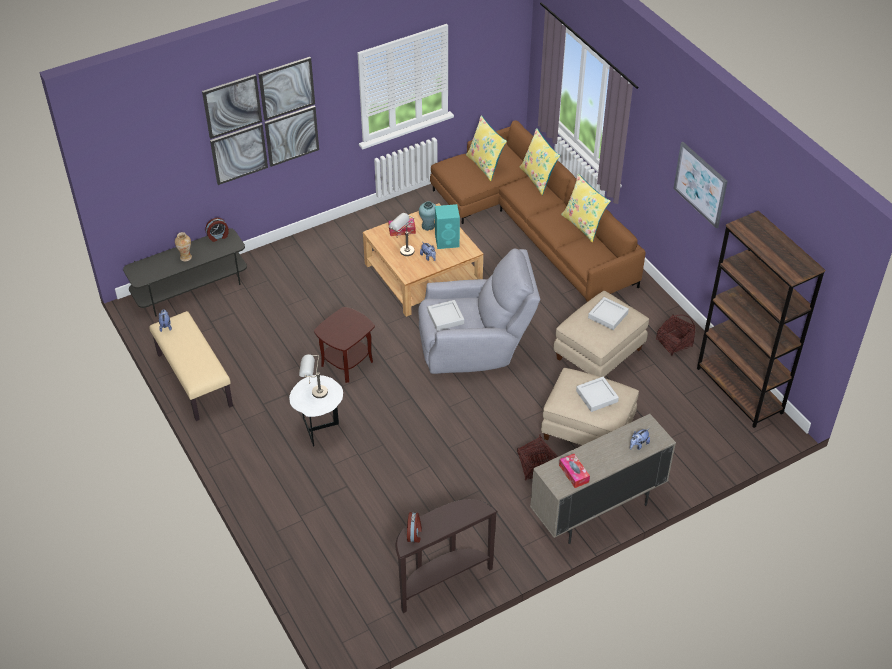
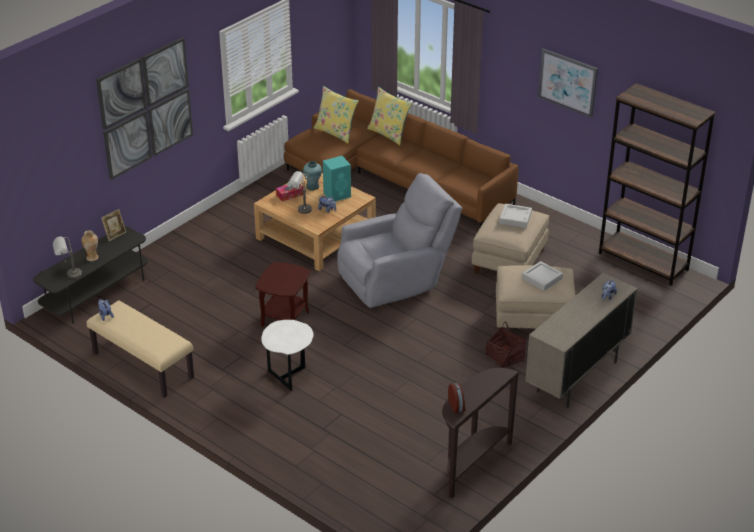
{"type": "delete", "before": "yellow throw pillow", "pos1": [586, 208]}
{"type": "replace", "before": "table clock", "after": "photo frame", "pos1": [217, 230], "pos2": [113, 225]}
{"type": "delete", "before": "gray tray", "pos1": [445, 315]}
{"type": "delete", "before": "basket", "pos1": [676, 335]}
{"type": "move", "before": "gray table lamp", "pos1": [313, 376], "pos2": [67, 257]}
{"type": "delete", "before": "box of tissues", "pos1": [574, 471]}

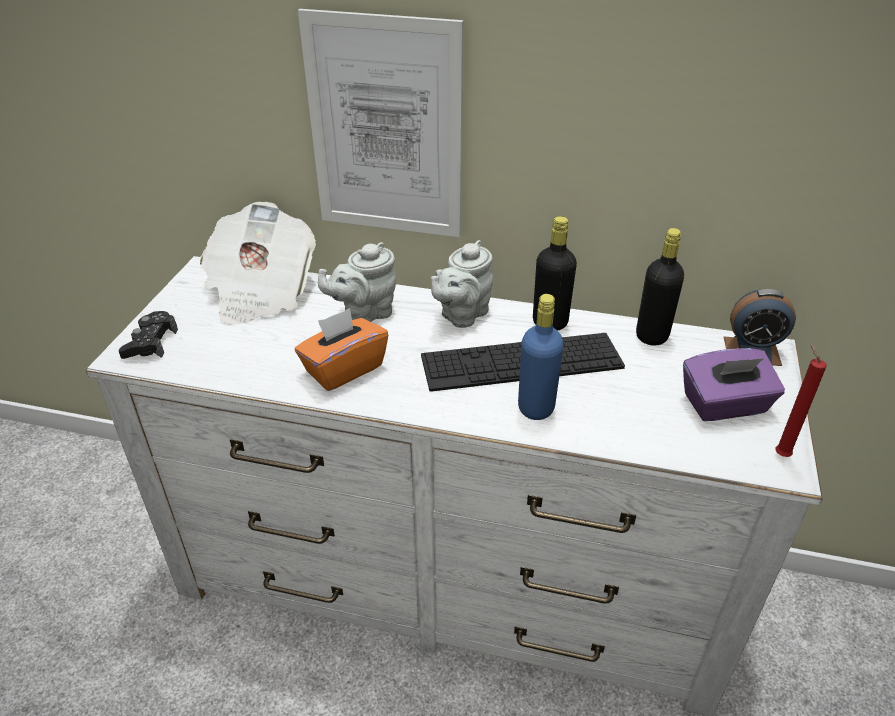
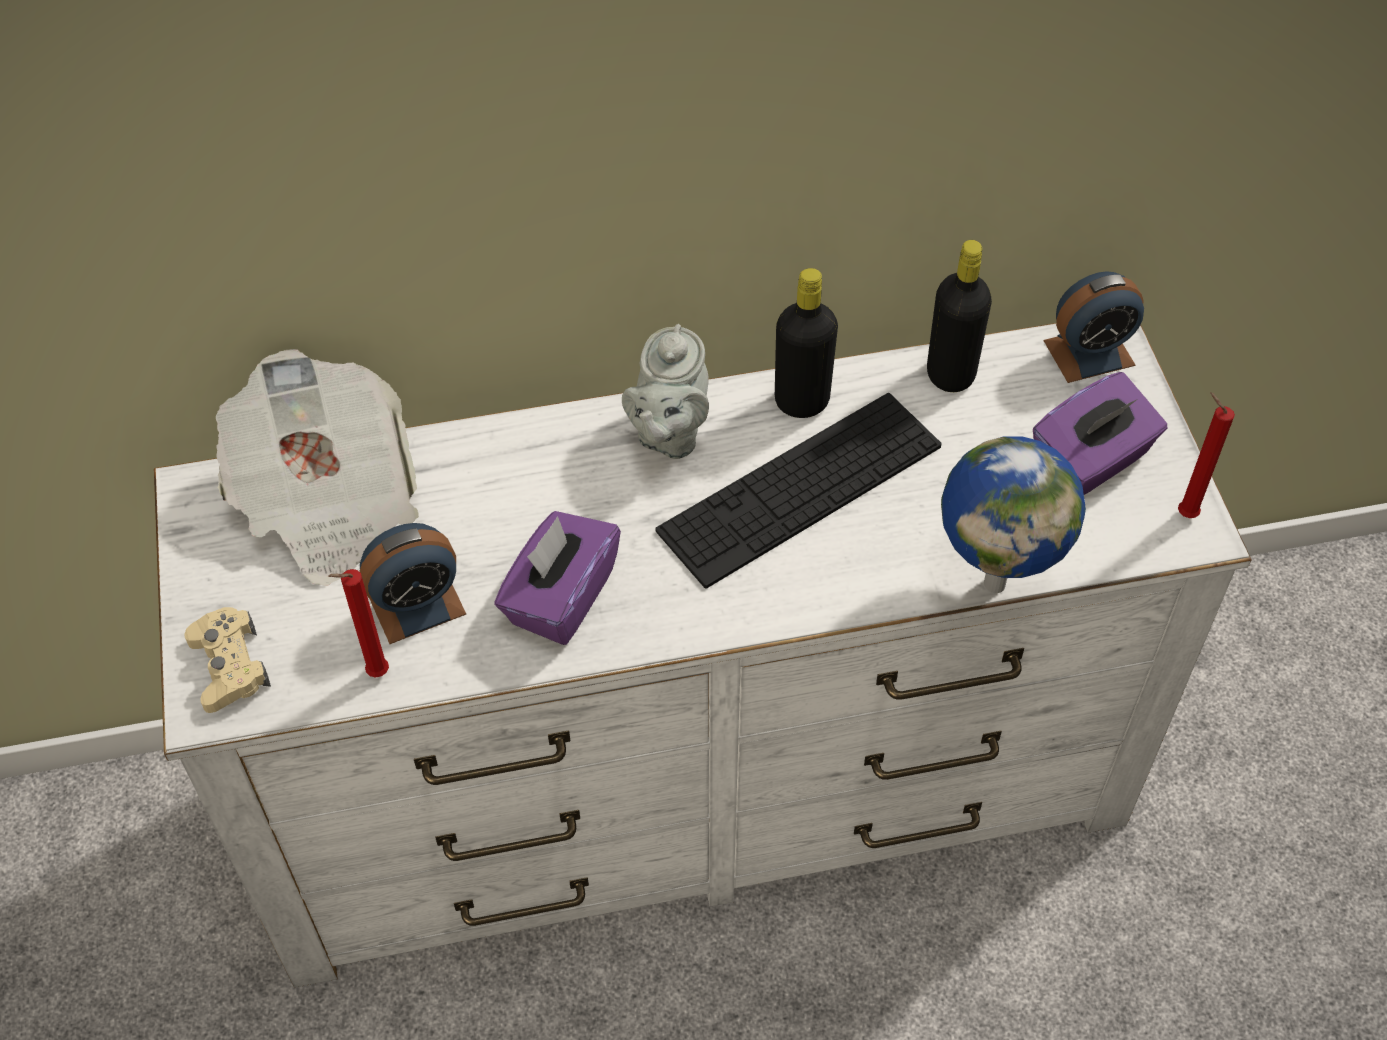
{"type": "delete", "before": "picture", "pos1": [380, 123]}
{"type": "delete", "before": "gray tea pot", "pos1": [357, 282]}
{"type": "delete", "before": "blue drink bottle", "pos1": [541, 357]}
{"type": "recolor", "before": "orangey box of tissues", "after": "purple box of tissues", "pos1": [341, 349], "pos2": [557, 578]}
{"type": "recolor", "before": "black joypad", "after": "sand-coloured joypad", "pos1": [148, 335], "pos2": [227, 660]}
{"type": "insert", "after": "globe", "pos2": [1013, 514]}
{"type": "insert", "after": "table clock", "pos2": [412, 583]}
{"type": "insert", "after": "reddish wax light", "pos2": [359, 623]}

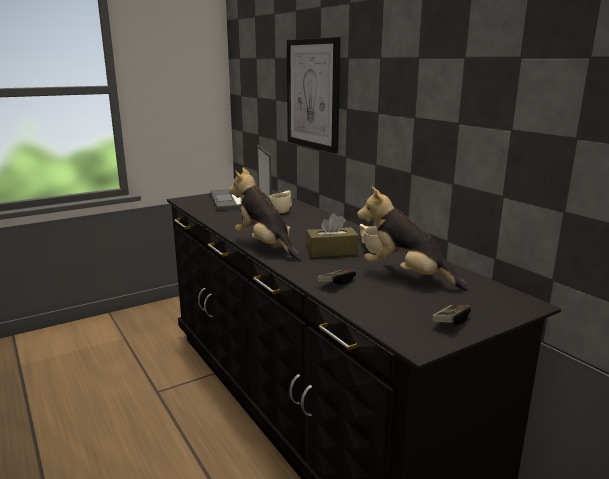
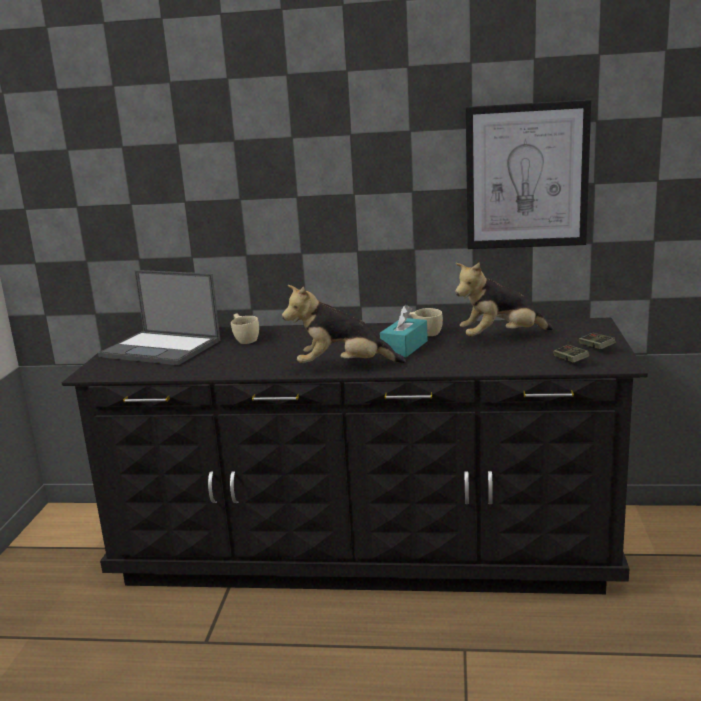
{"type": "move", "before": "picture", "pos1": [313, 95], "pos2": [528, 174]}
{"type": "recolor", "before": "brownish box of tissues", "after": "turquoise-coloured box of tissues", "pos1": [332, 235], "pos2": [404, 331]}
{"type": "move", "before": "joypad", "pos1": [336, 277], "pos2": [571, 354]}

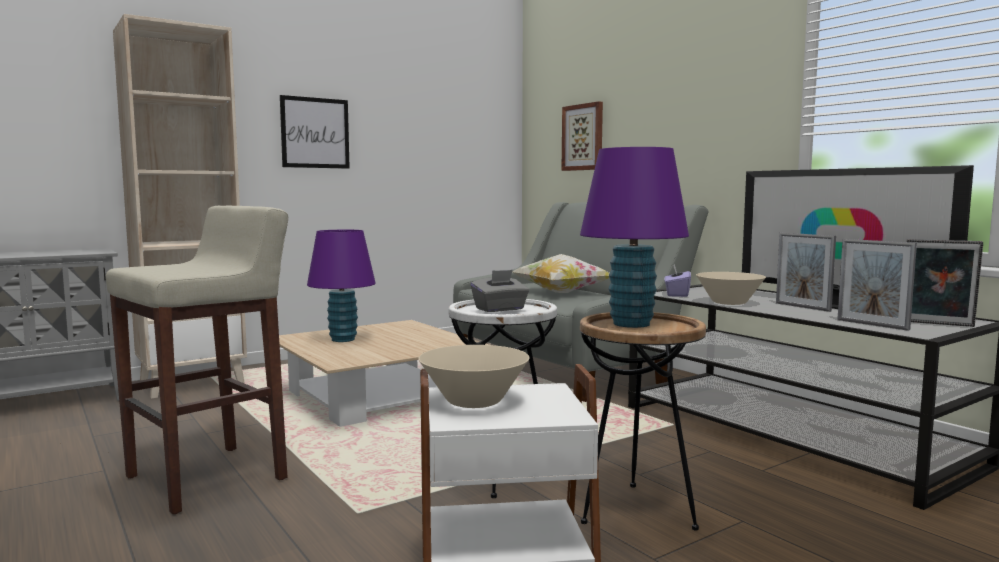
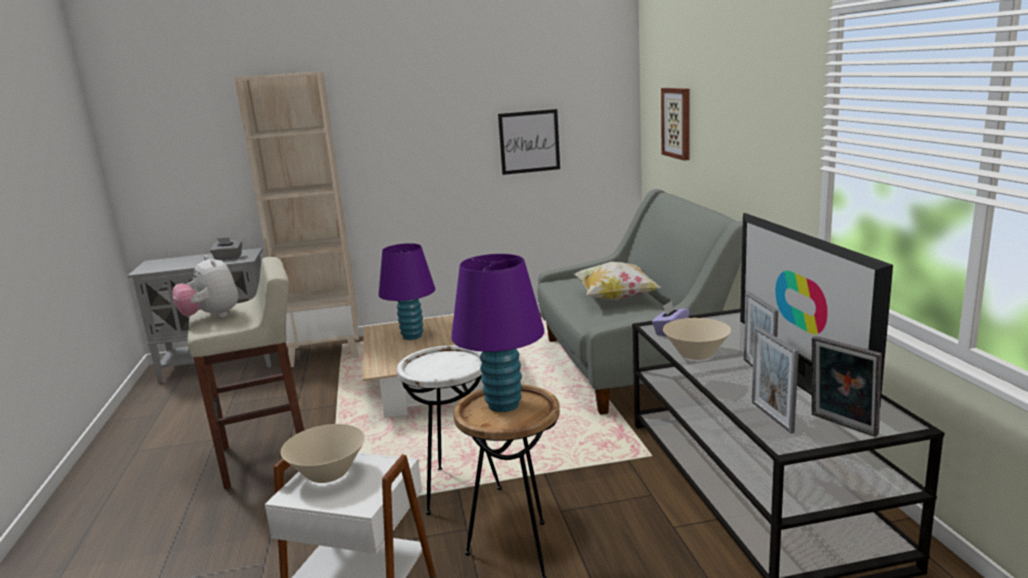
{"type": "move", "before": "picture", "pos1": [315, 132], "pos2": [529, 142]}
{"type": "move", "before": "gray box of tissues", "pos1": [500, 291], "pos2": [226, 248]}
{"type": "insert", "after": "soft toy", "pos2": [205, 287]}

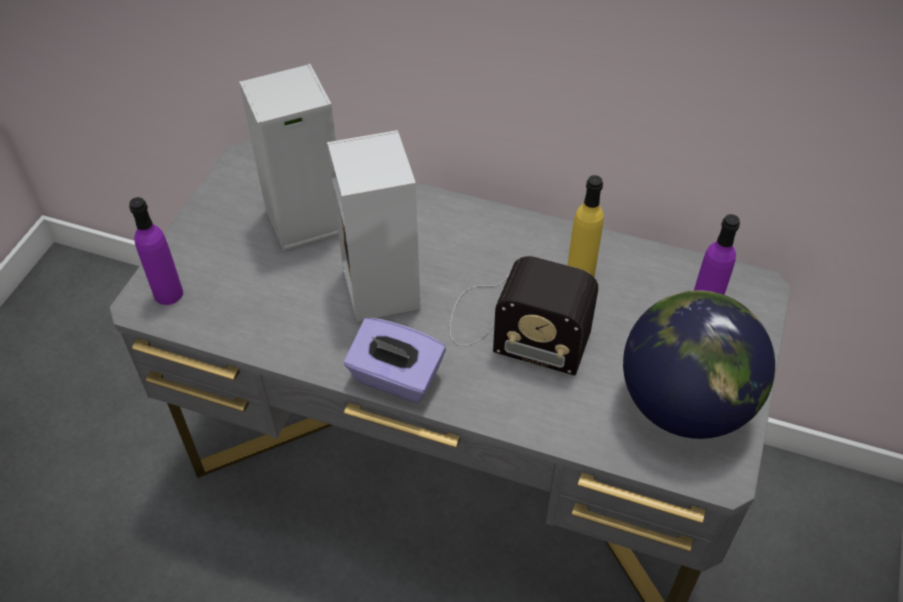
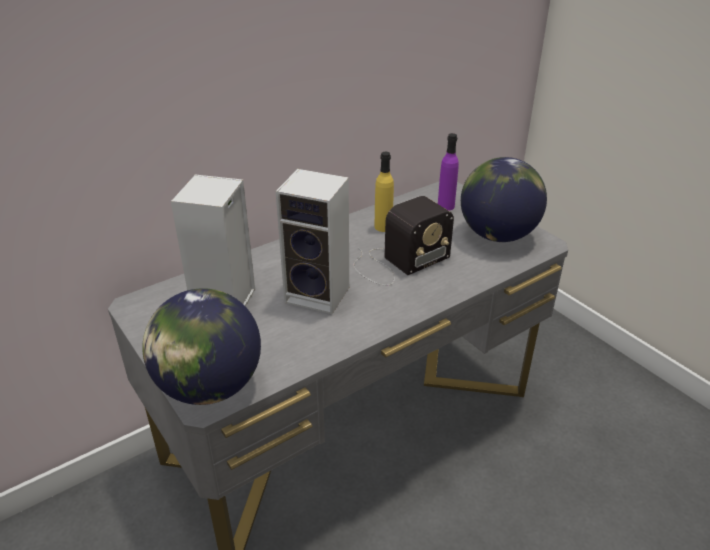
{"type": "replace", "before": "purple drink bottle", "after": "globe", "pos1": [156, 251], "pos2": [201, 346]}
{"type": "delete", "before": "purple box of tissues", "pos1": [395, 360]}

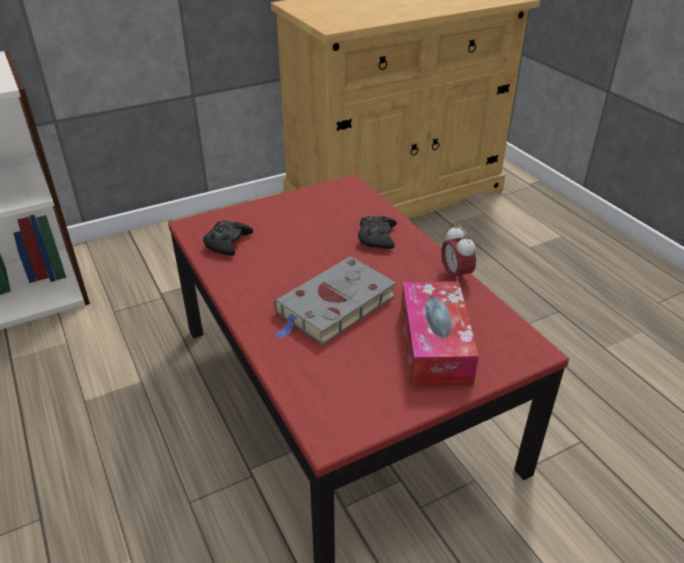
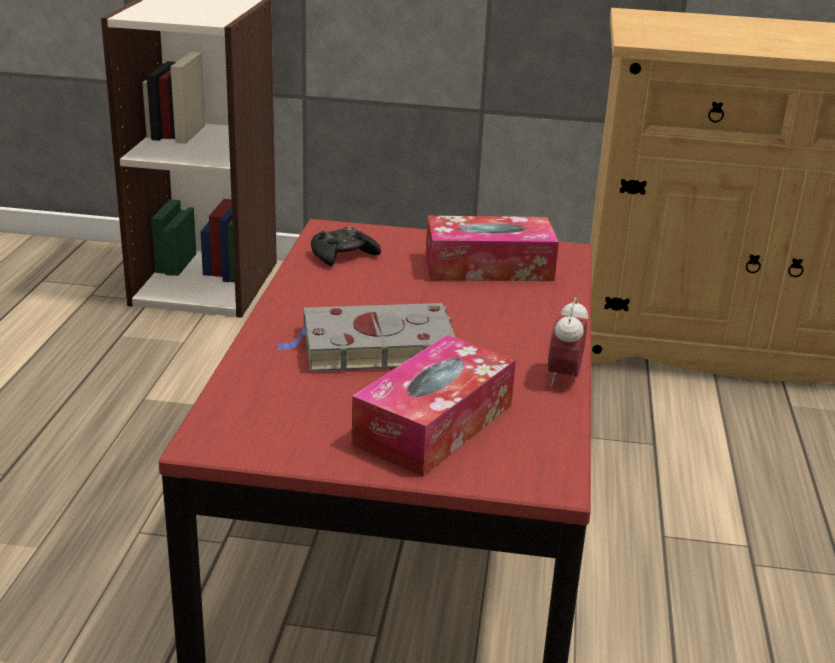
{"type": "delete", "before": "black joypad", "pos1": [377, 232]}
{"type": "insert", "after": "box of tissues", "pos2": [492, 248]}

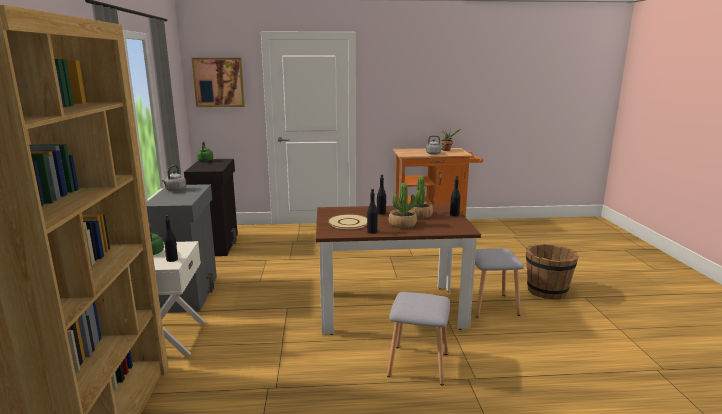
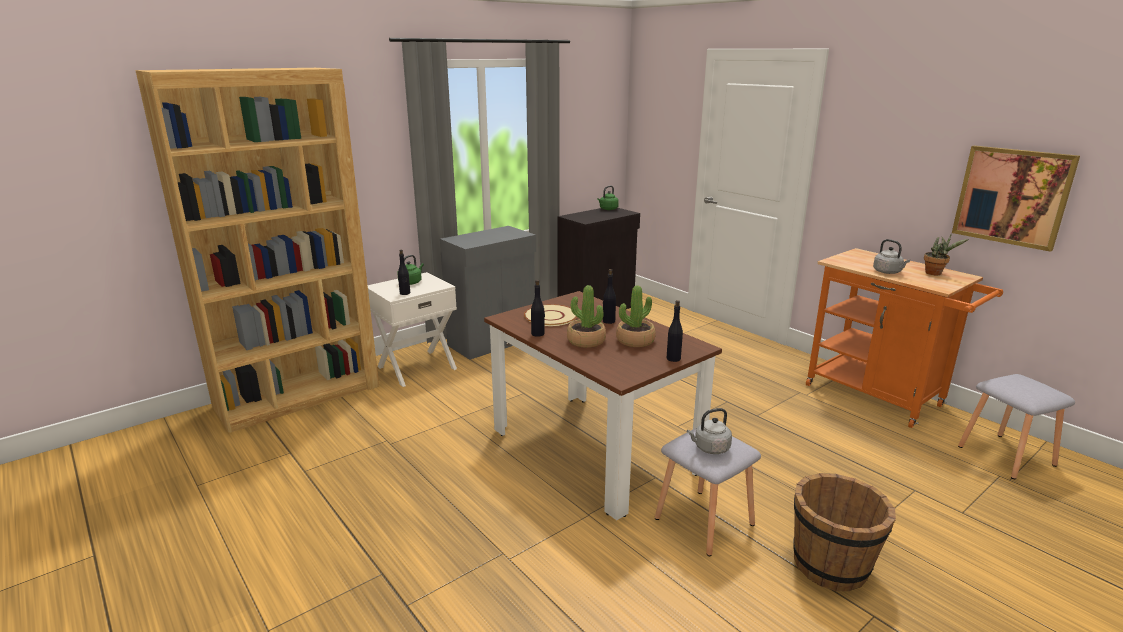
{"type": "move", "before": "picture", "pos1": [218, 82], "pos2": [1016, 199]}
{"type": "move", "before": "gray tea kettle", "pos1": [174, 178], "pos2": [709, 431]}
{"type": "move", "before": "gray stool seat", "pos1": [418, 339], "pos2": [1016, 426]}

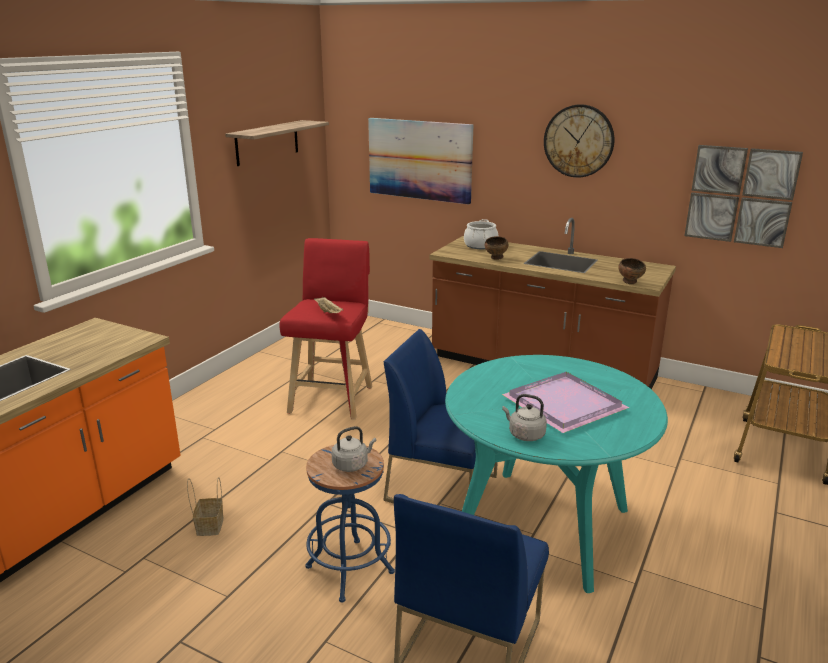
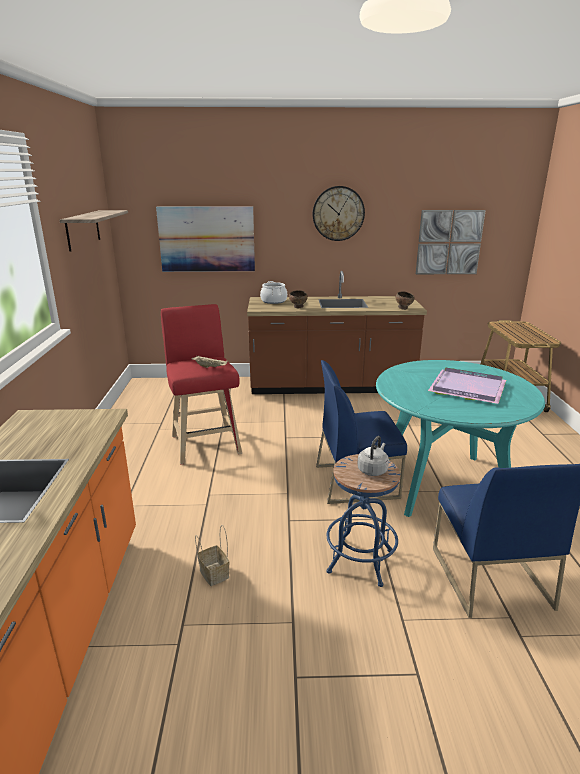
{"type": "delete", "before": "gray tea kettle", "pos1": [524, 417]}

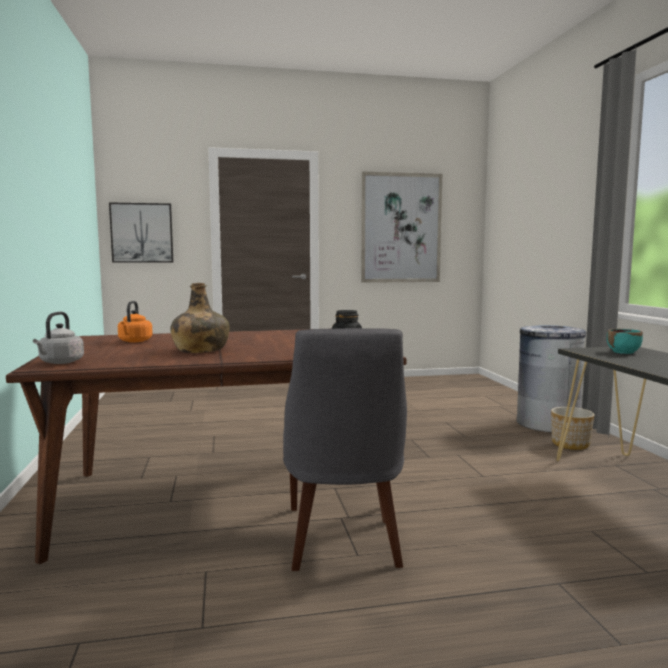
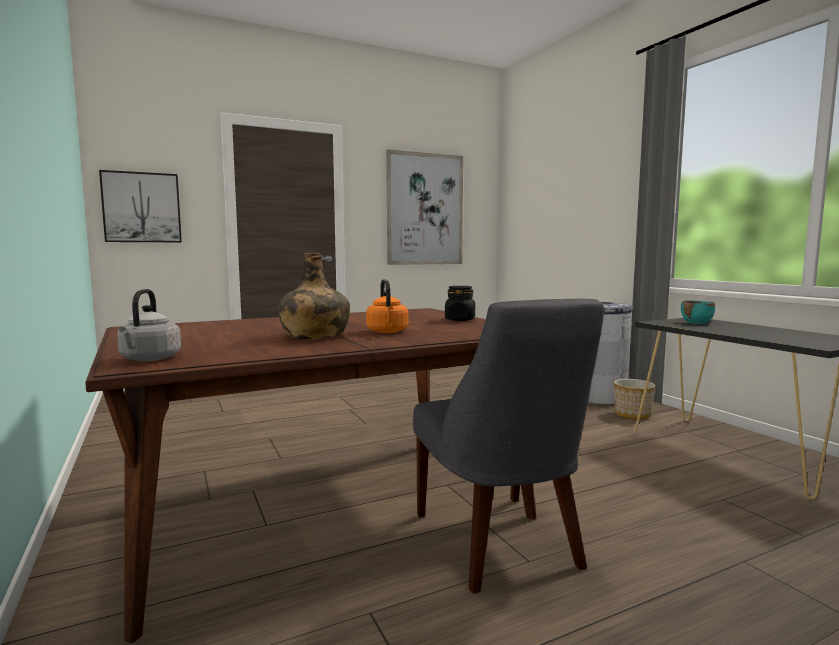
{"type": "move", "before": "orangey tea kettle", "pos1": [135, 321], "pos2": [387, 306]}

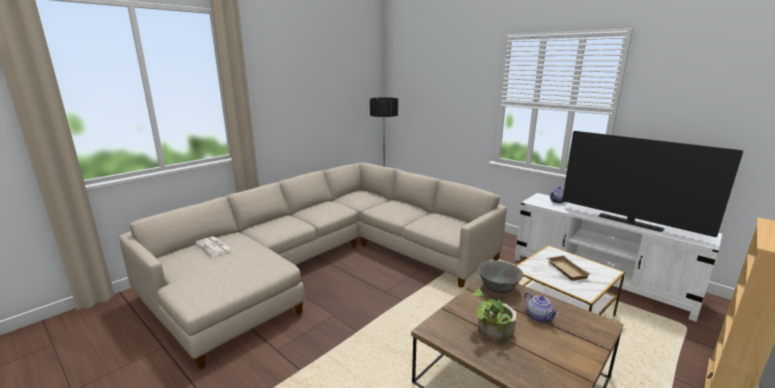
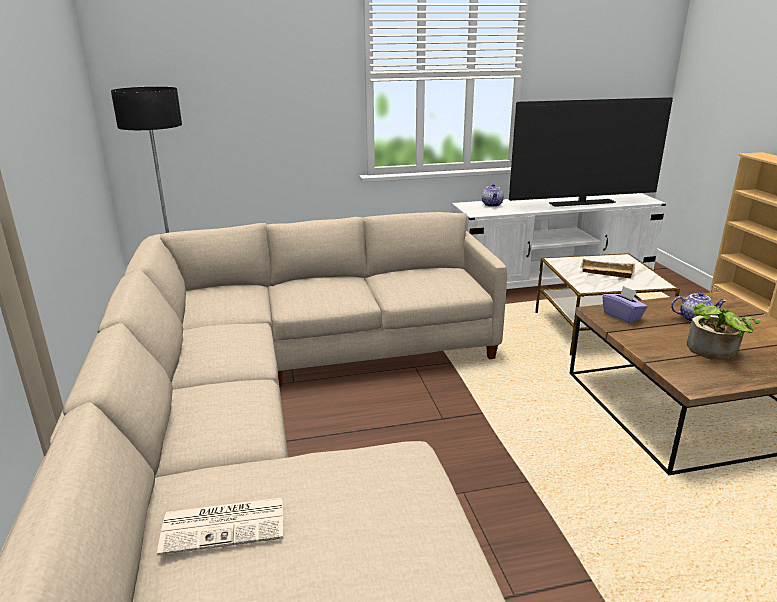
{"type": "replace", "before": "gray bowl", "after": "purple box of tissues", "pos1": [500, 277], "pos2": [625, 304]}

